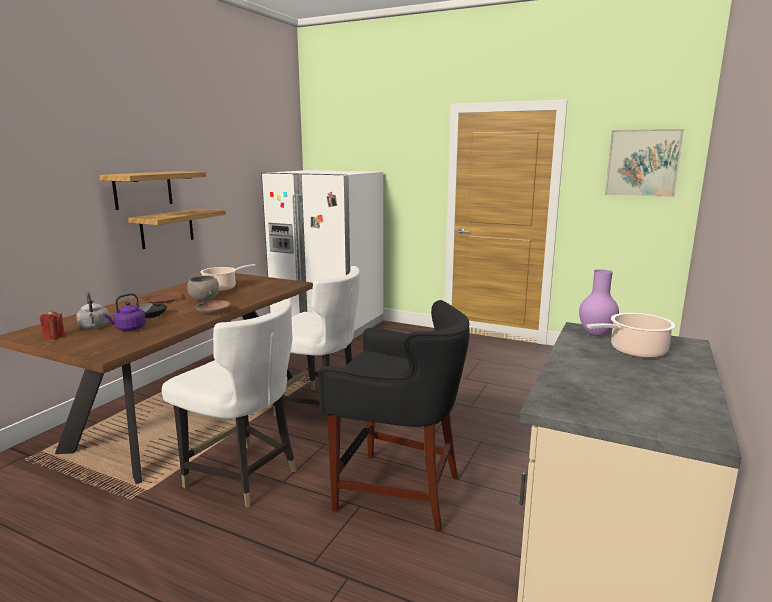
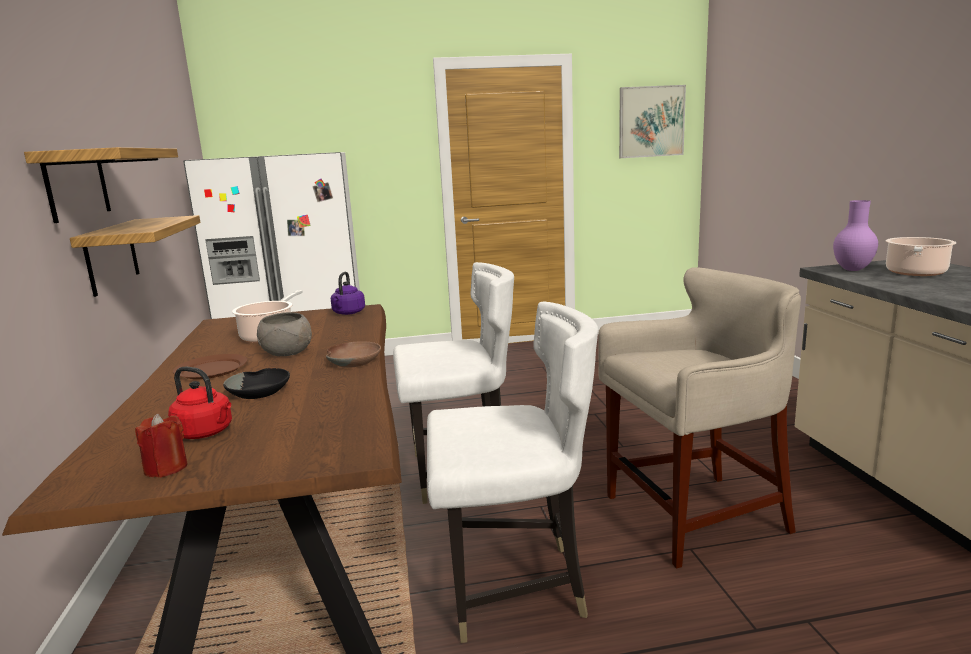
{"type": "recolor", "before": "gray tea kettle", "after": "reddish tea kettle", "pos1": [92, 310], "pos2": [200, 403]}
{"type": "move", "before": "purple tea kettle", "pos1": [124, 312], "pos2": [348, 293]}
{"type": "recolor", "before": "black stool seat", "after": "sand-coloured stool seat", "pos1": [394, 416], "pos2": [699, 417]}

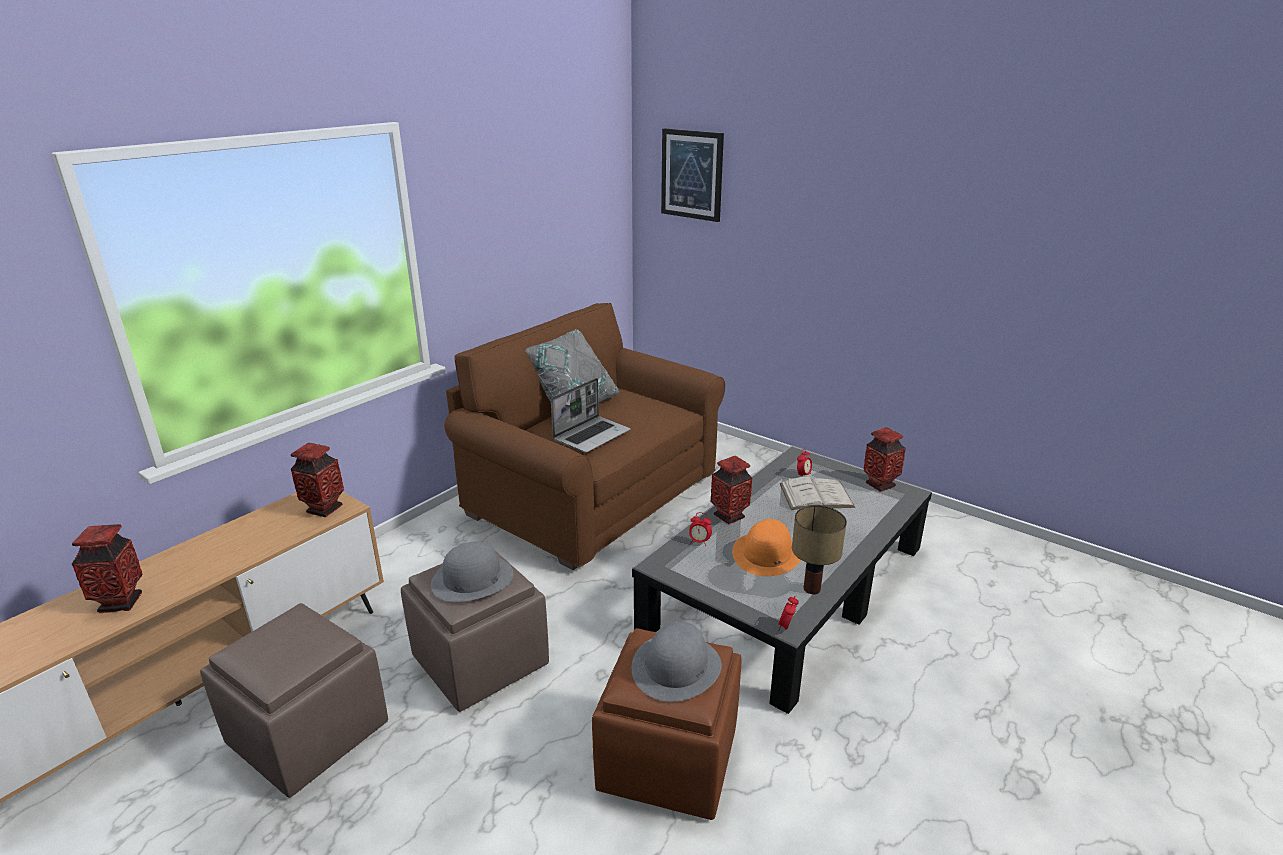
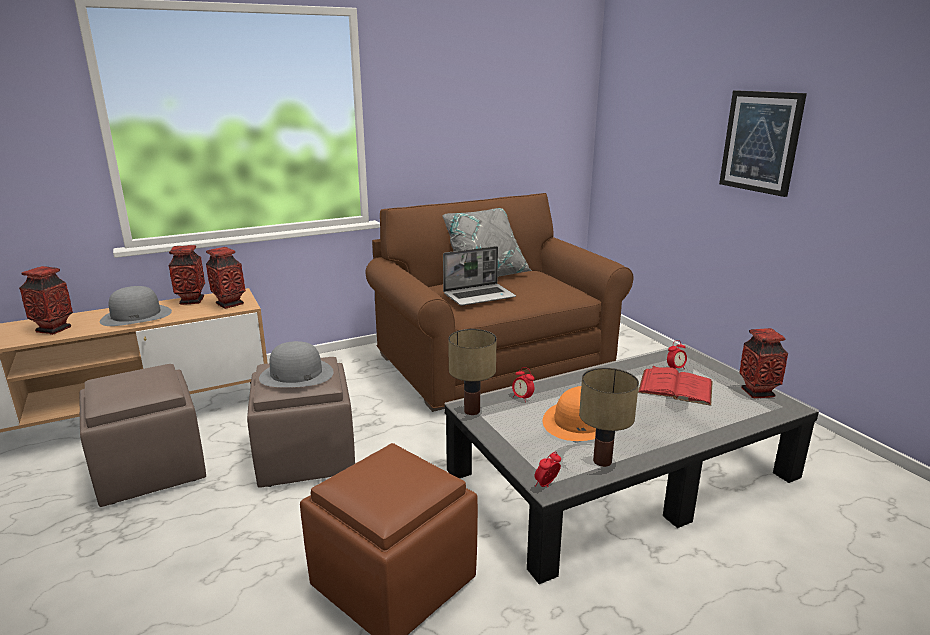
{"type": "move", "before": "picture", "pos1": [692, 175], "pos2": [763, 143]}
{"type": "move", "before": "decorative vase", "pos1": [731, 490], "pos2": [187, 275]}
{"type": "recolor", "before": "whitish volume", "after": "reddish volume", "pos1": [817, 493], "pos2": [675, 386]}
{"type": "move", "before": "gray hat", "pos1": [677, 662], "pos2": [136, 306]}
{"type": "insert", "after": "table lamp", "pos2": [472, 372]}

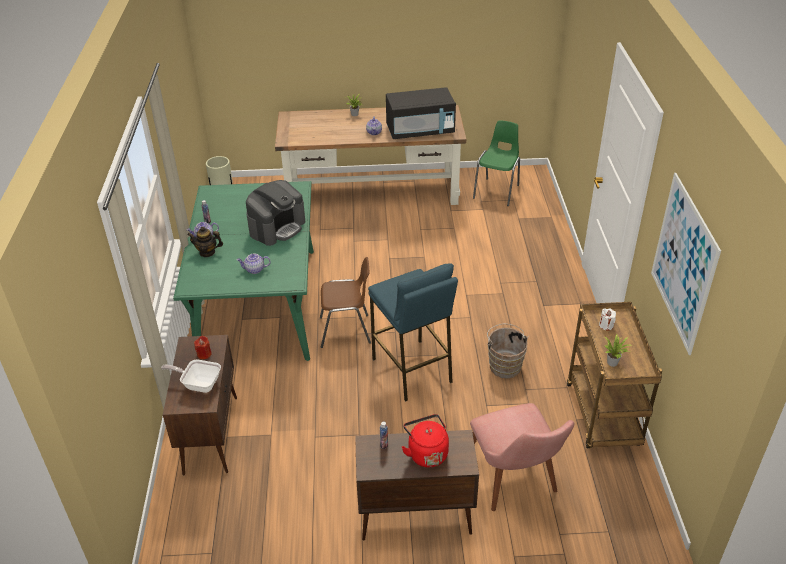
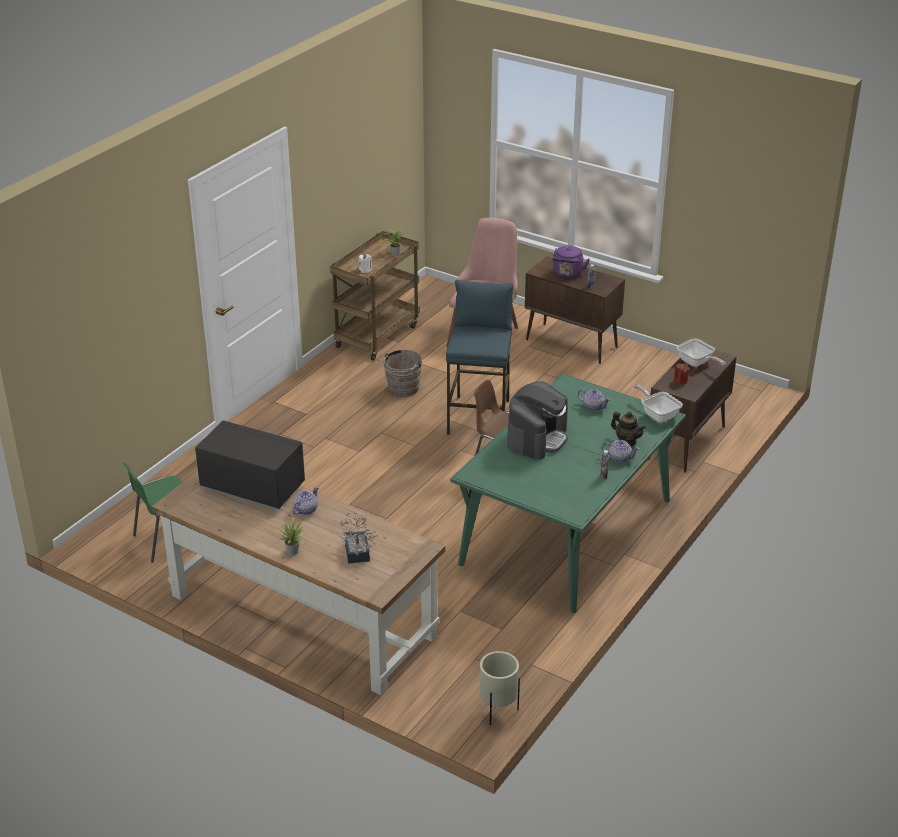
{"type": "delete", "before": "picture", "pos1": [686, 264]}
{"type": "rotate", "before": "coffee maker", "pos1": [275, 213], "pos2": [537, 420], "turn": 135}
{"type": "recolor", "before": "reddish tea kettle", "after": "purple tea kettle", "pos1": [425, 441], "pos2": [571, 262]}
{"type": "insert", "after": "skillet", "pos2": [658, 403]}
{"type": "insert", "after": "potted plant", "pos2": [359, 537]}

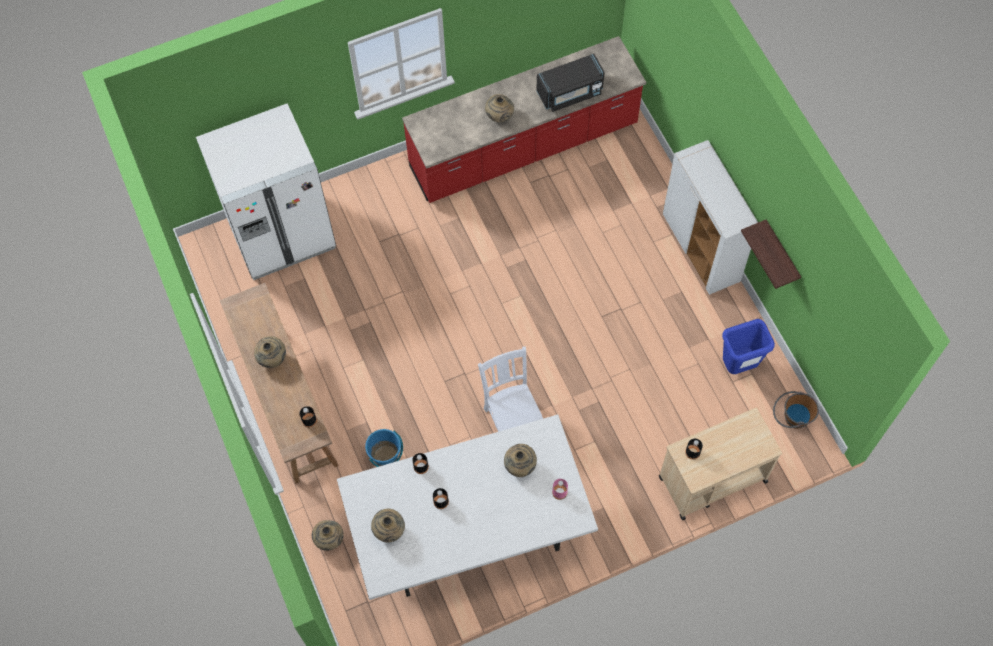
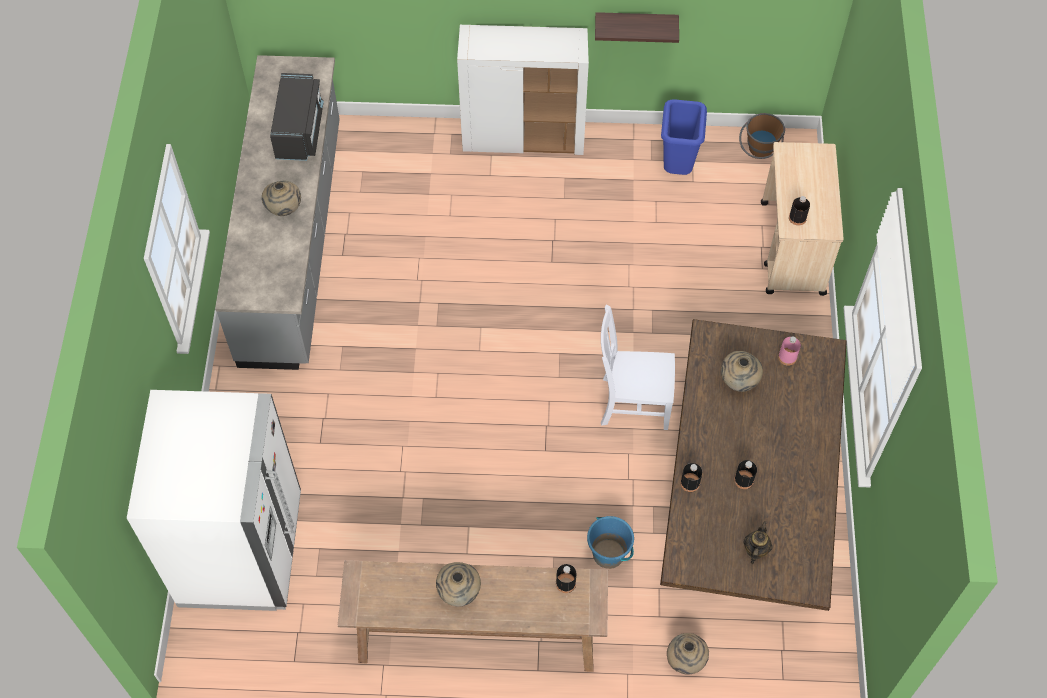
{"type": "recolor", "before": "reddish counter", "after": "gray counter", "pos1": [524, 119], "pos2": [277, 212]}
{"type": "recolor", "before": "whitish dinner table", "after": "brownish dinner table", "pos1": [467, 507], "pos2": [753, 465]}
{"type": "replace", "before": "sand-coloured decorative vase", "after": "tea pot", "pos1": [388, 526], "pos2": [757, 542]}

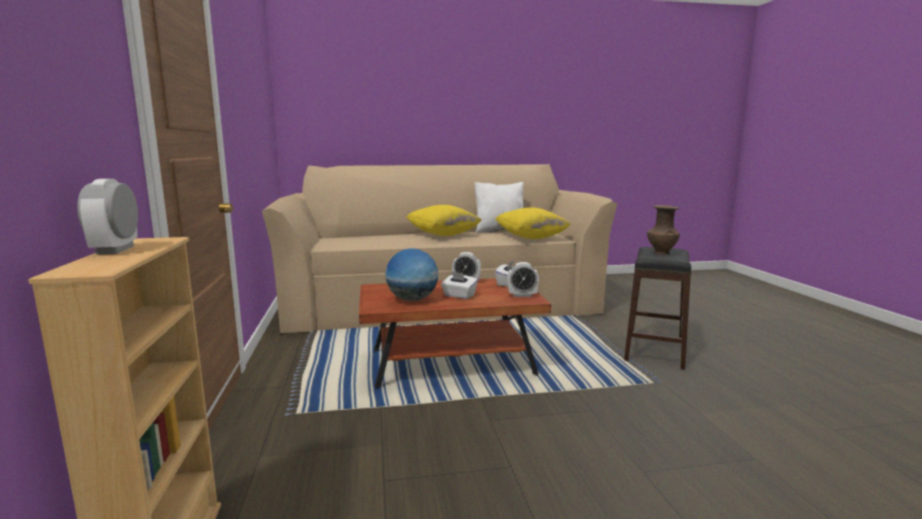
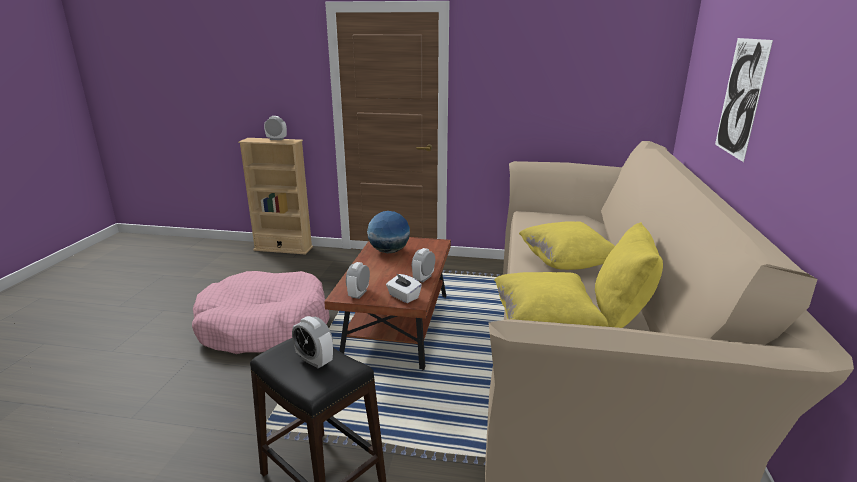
{"type": "recolor", "before": "whitish throw pillow", "after": "yellow throw pillow", "pos1": [499, 207], "pos2": [629, 275]}
{"type": "replace", "before": "brownish decorative vase", "after": "table clock", "pos1": [663, 230], "pos2": [312, 342]}
{"type": "delete", "before": "whitish box of tissues", "pos1": [459, 285]}
{"type": "insert", "after": "picture", "pos2": [744, 100]}
{"type": "insert", "after": "pink-coloured pet bed", "pos2": [261, 312]}

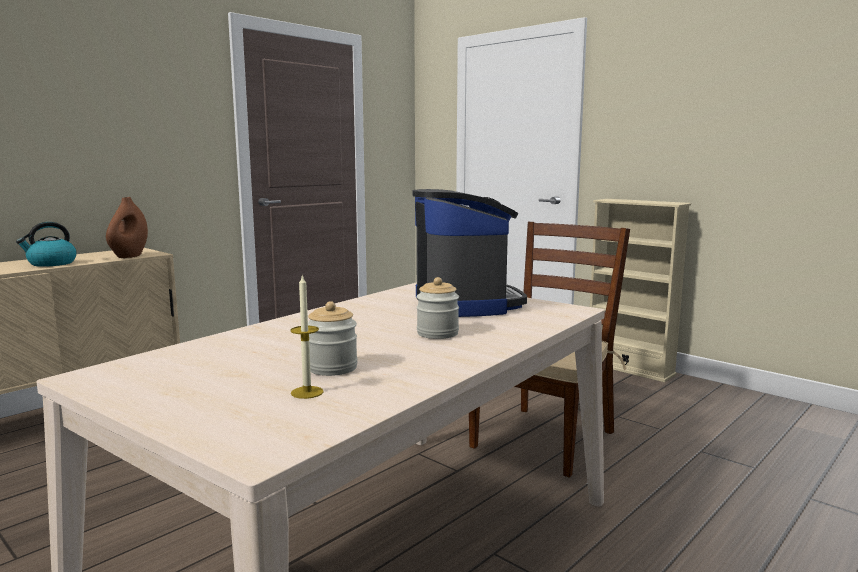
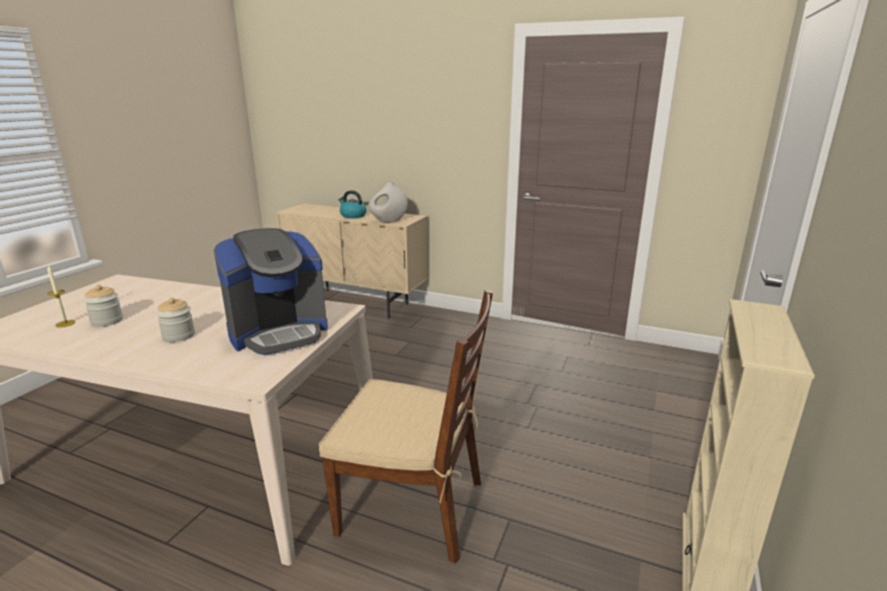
{"type": "recolor", "before": "brownish decorative vase", "after": "whitish decorative vase", "pos1": [127, 227], "pos2": [388, 202]}

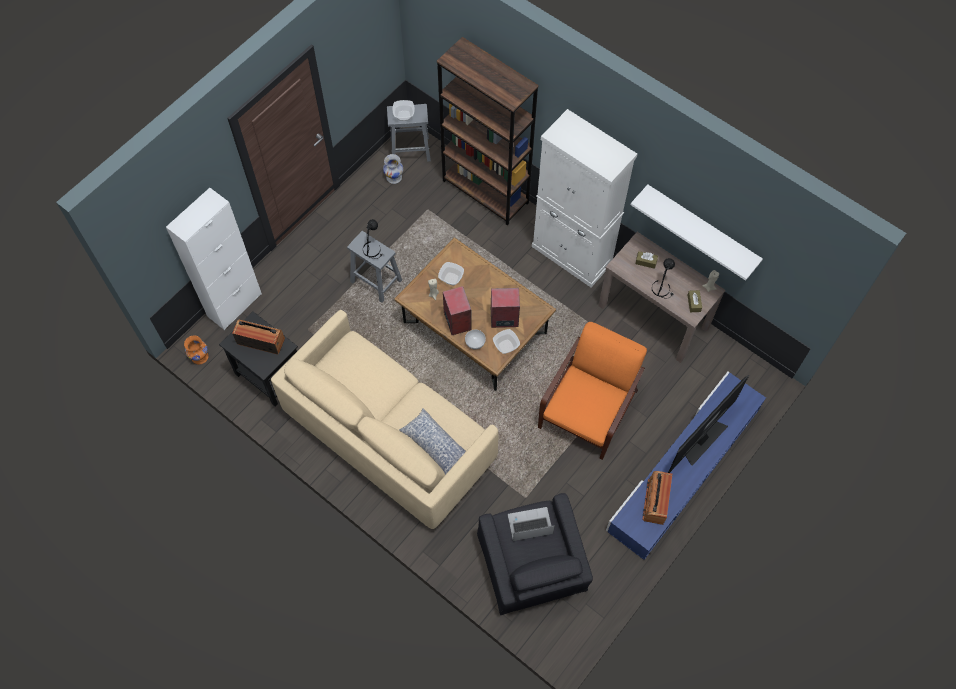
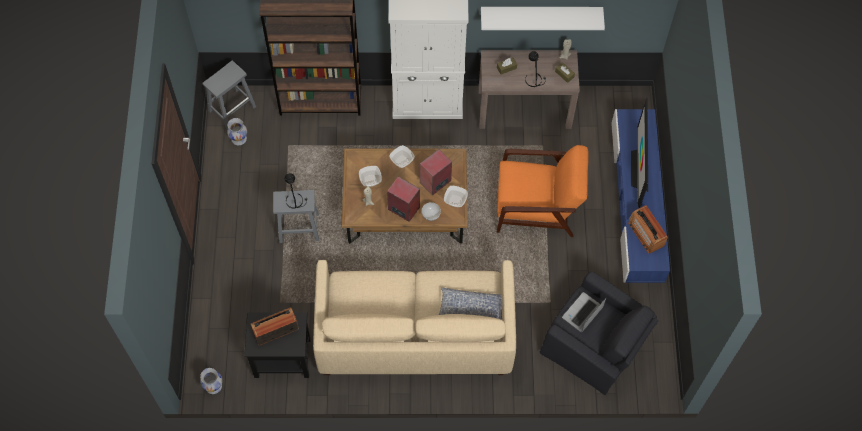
{"type": "move", "before": "bowl", "pos1": [403, 110], "pos2": [402, 156]}
{"type": "delete", "before": "whitish storage cabinet", "pos1": [214, 259]}
{"type": "rotate", "before": "orangey lounge chair", "pos1": [592, 391], "pos2": [542, 191], "turn": 105}
{"type": "recolor", "before": "orangey decorative vase", "after": "whitish decorative vase", "pos1": [196, 350], "pos2": [211, 381]}

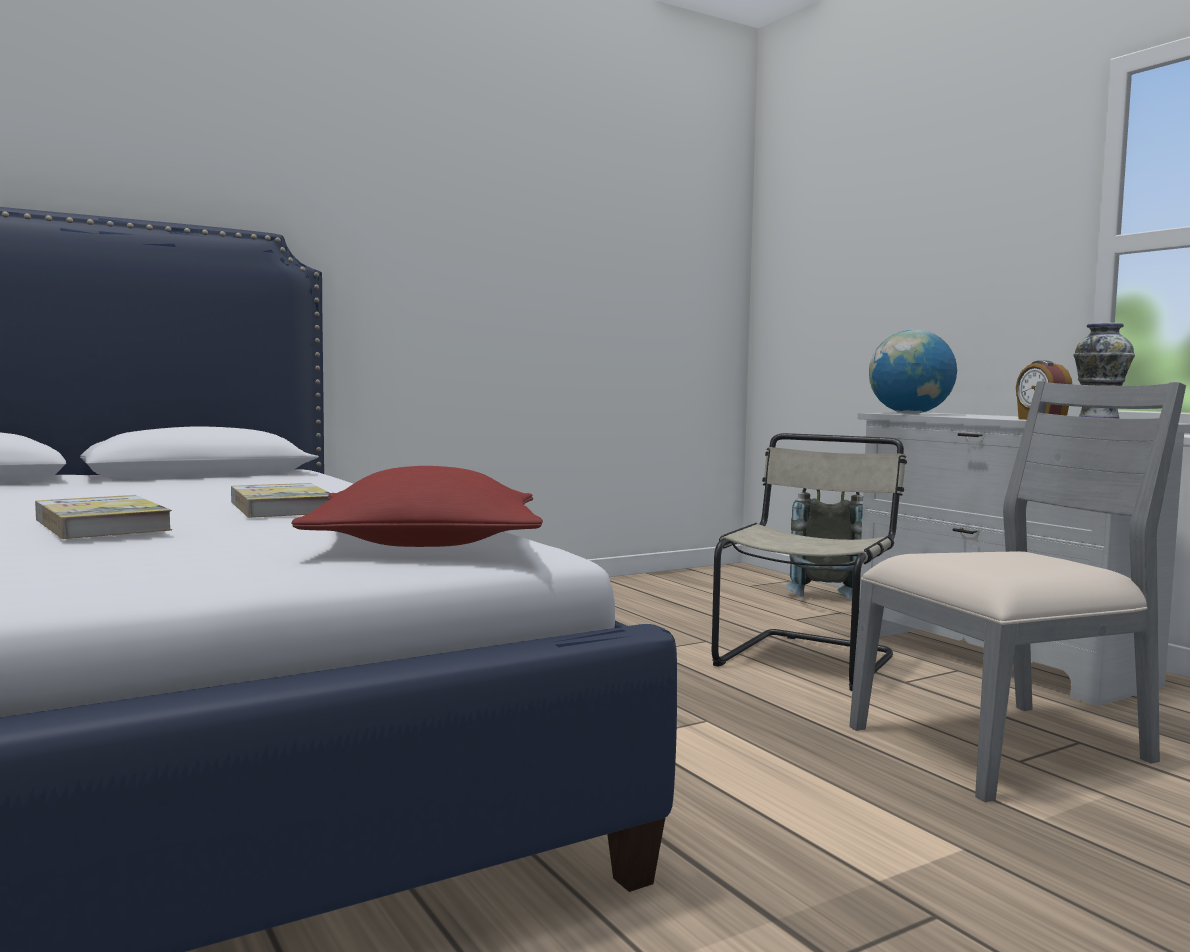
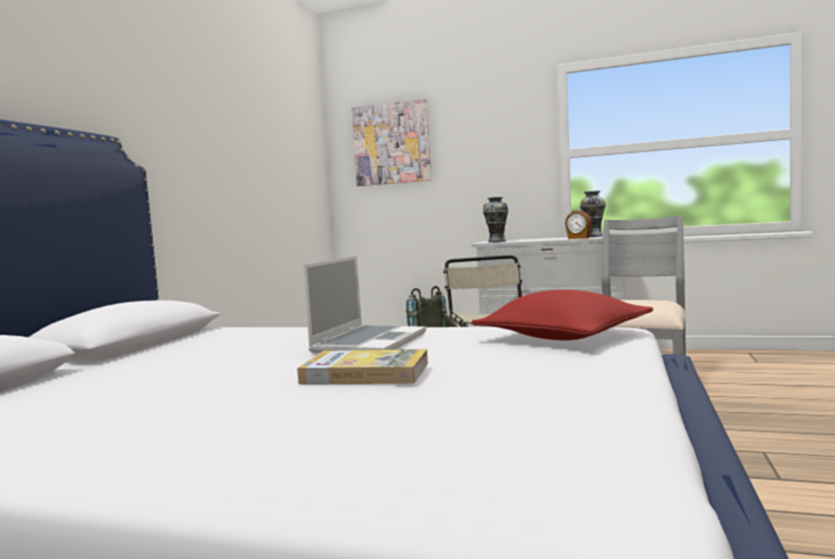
{"type": "replace", "before": "globe", "after": "decorative vase", "pos1": [913, 372], "pos2": [496, 220]}
{"type": "replace", "before": "volume", "after": "laptop", "pos1": [280, 500], "pos2": [364, 304]}
{"type": "insert", "after": "picture", "pos2": [391, 142]}

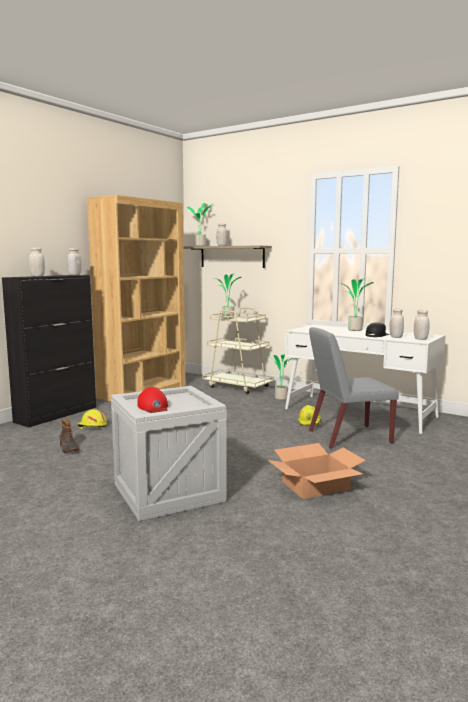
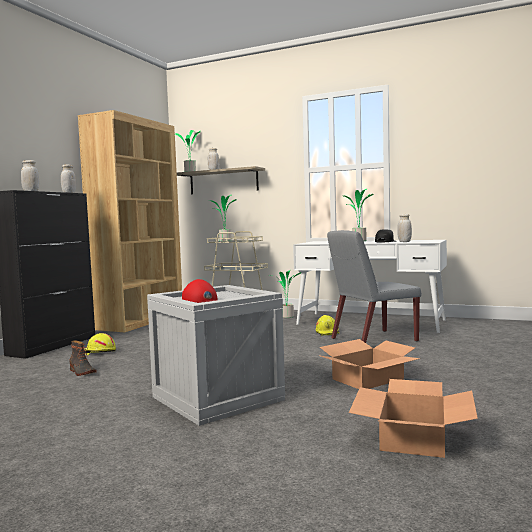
{"type": "delete", "before": "whitish jar", "pos1": [422, 325]}
{"type": "insert", "after": "cardboard box", "pos2": [413, 418]}

